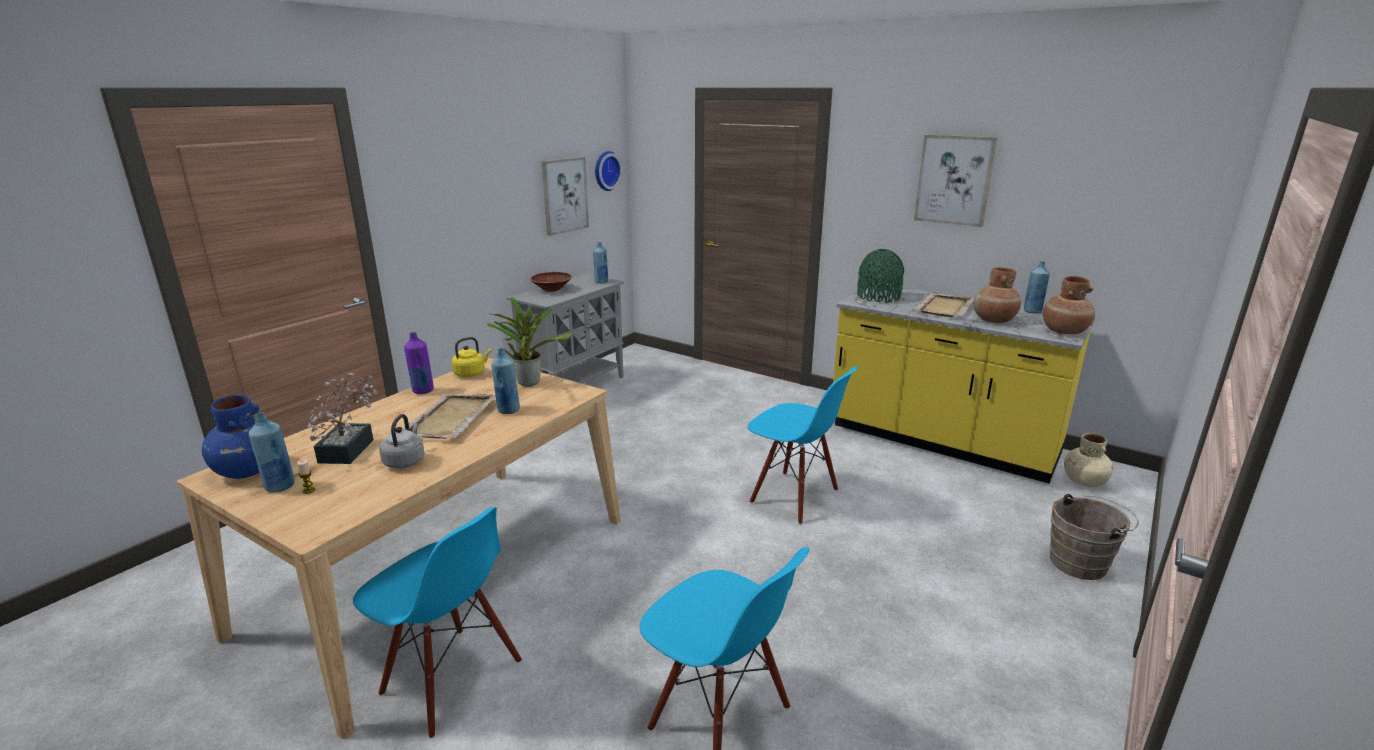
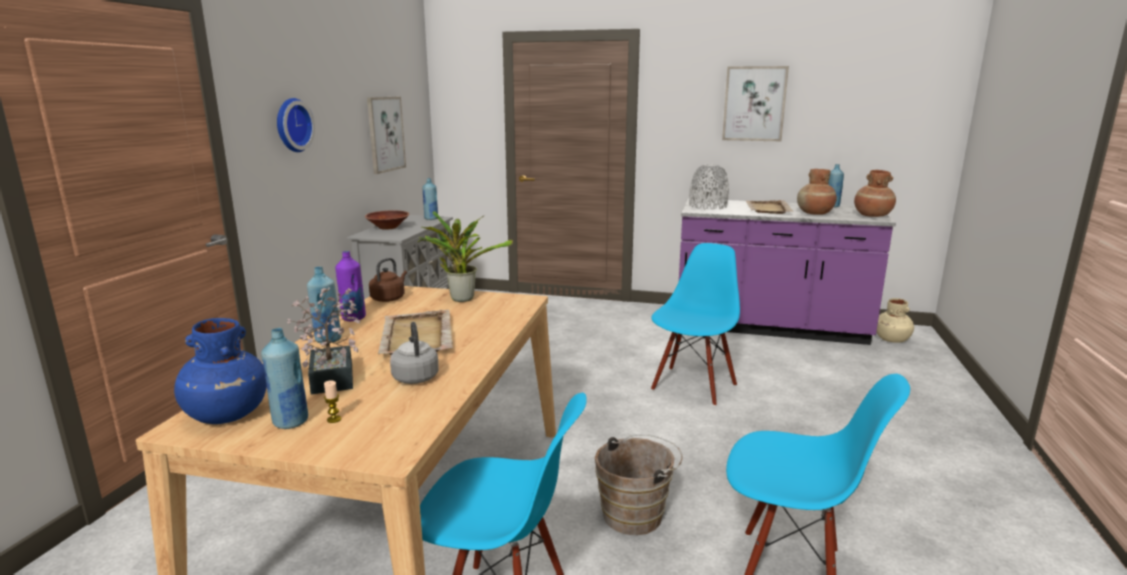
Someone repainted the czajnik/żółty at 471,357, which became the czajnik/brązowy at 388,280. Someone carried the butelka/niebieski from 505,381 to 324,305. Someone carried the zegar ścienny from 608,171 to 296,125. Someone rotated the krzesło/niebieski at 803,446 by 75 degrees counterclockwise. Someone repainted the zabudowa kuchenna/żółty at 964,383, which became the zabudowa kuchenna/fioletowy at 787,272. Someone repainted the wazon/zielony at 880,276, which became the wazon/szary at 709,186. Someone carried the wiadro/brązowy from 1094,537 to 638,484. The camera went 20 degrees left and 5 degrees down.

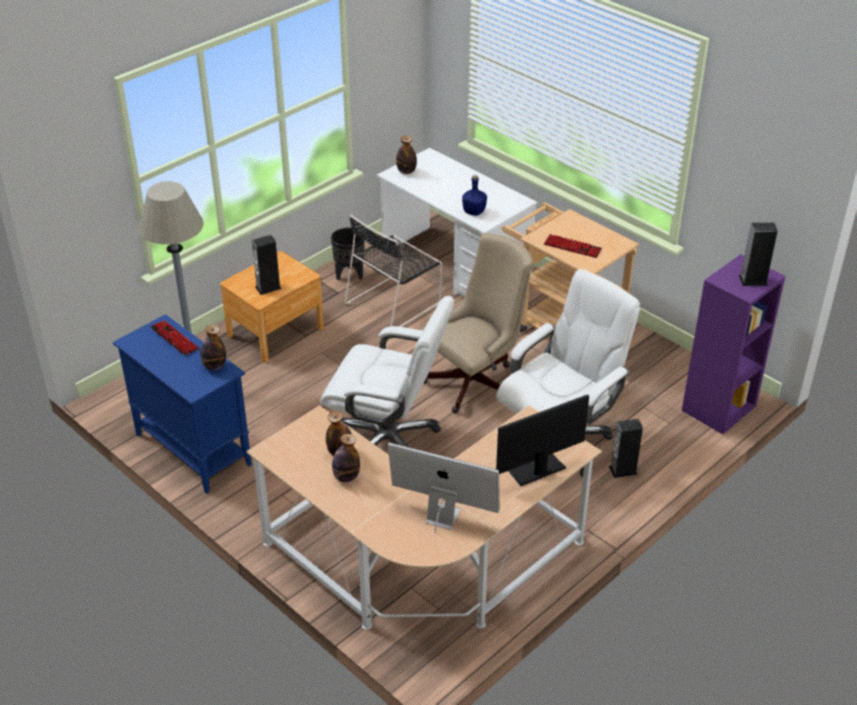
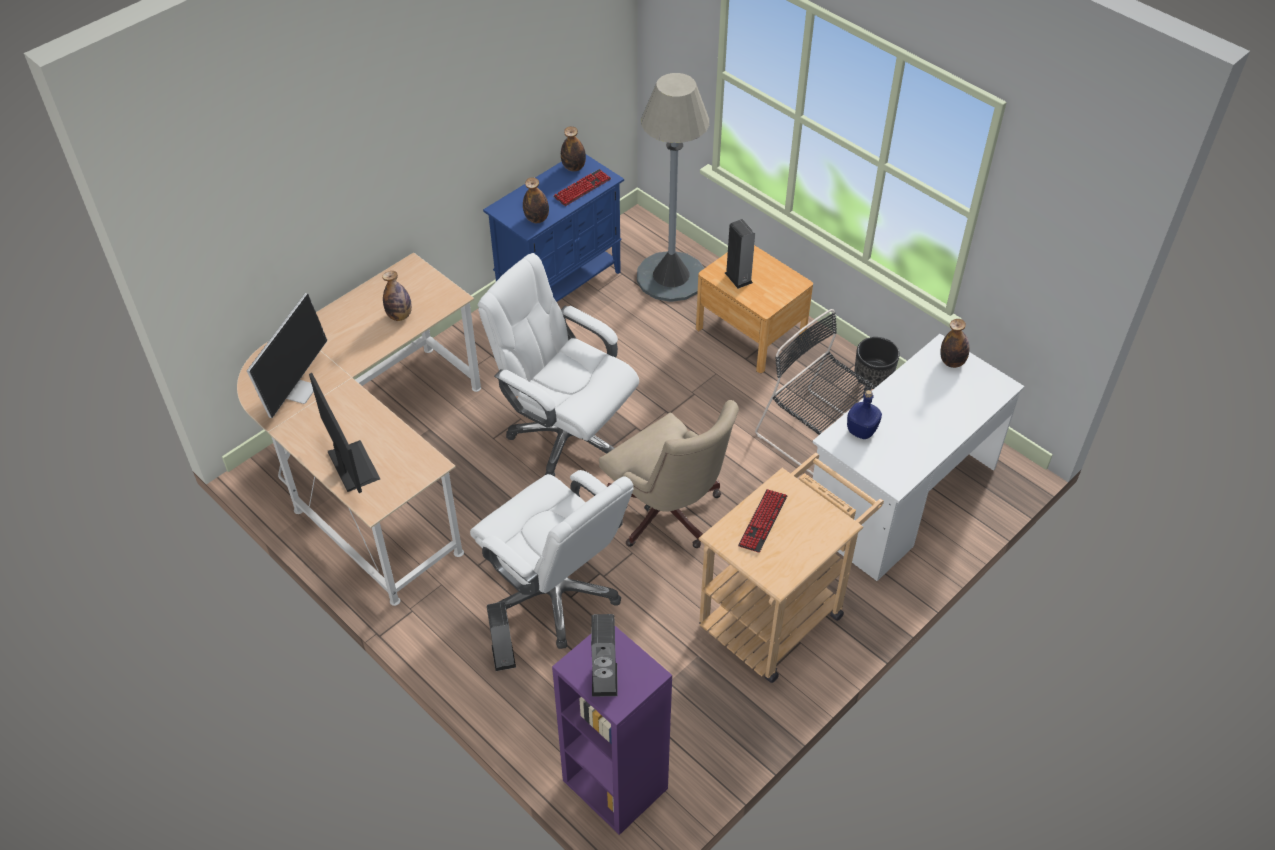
Someone rotated the krzesło biurowe/biały at 387,371 by 105 degrees clockwise. Someone carried the butelka from 346,458 to 573,149. The camera went 90 degrees right and 10 degrees up.

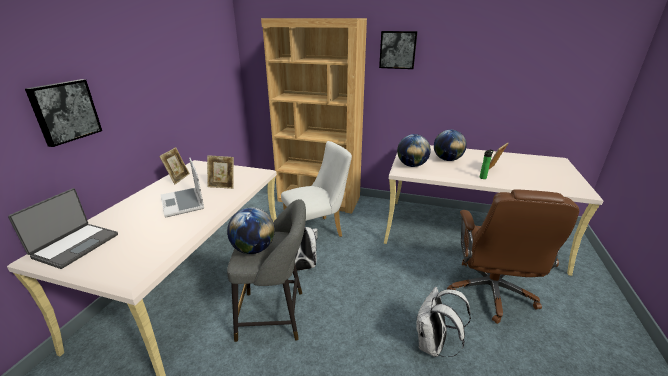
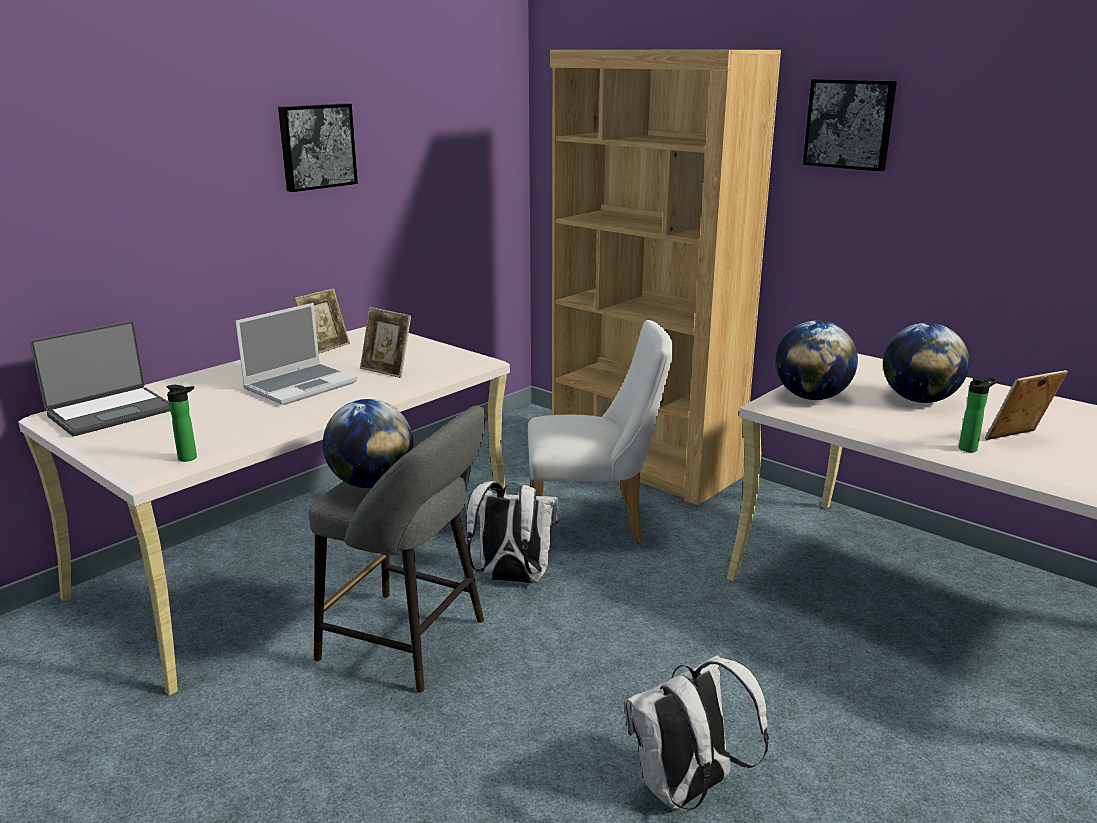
Someone carried the obraz from 63,113 to 318,147. Someone rotated the laptop at 182,187 by 135 degrees counterclockwise. Someone took away the krzesło biurowe/brązowy at 513,256. Someone put down the butelka at 181,423. The camera went 25 degrees right and 5 degrees down.

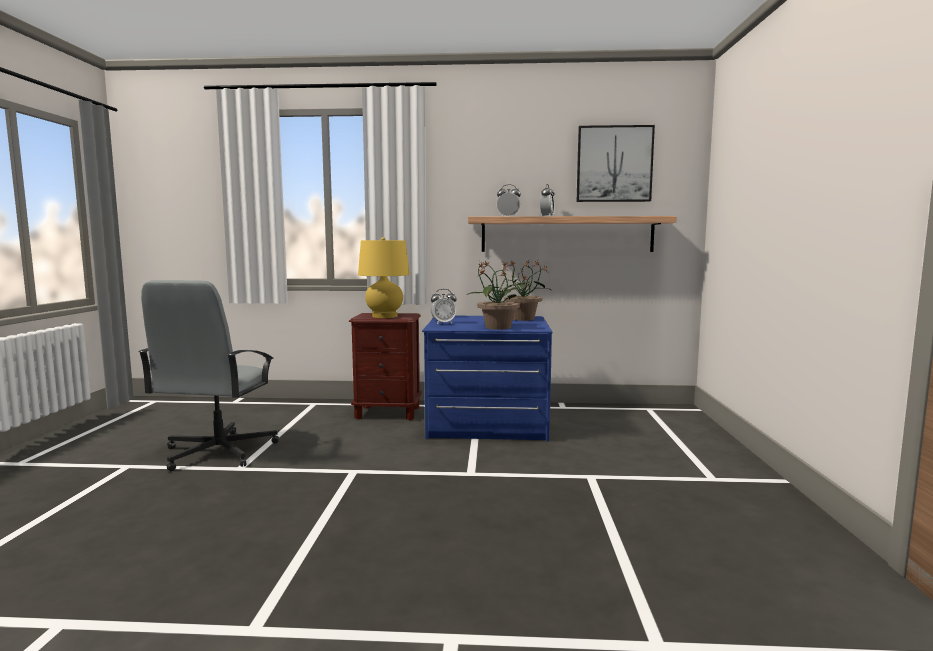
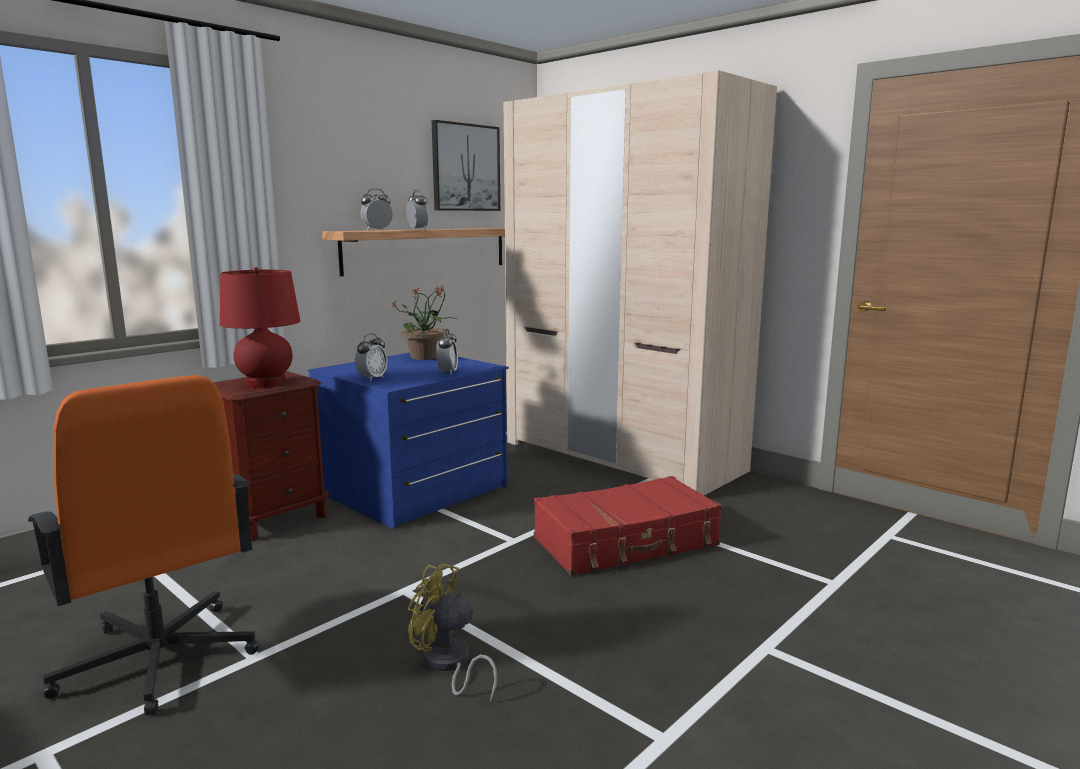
Someone repainted the krzesło biurowe/szary at 208,375, which became the krzesło biurowe/pomarańczowy at 143,545. Someone repainted the lampa stołowa/żółty at 384,277, which became the lampa stołowa/czerwony at 260,327. Someone swapped the roślina doniczkowa at 497,295 for the budzik at 447,351. Someone put down the wentylator/żółty at 453,632. Someone put down the szafa/beżowy at 640,282. Someone put down the walizka/czerwony at 628,526. The camera went 50 degrees left and 5 degrees up.

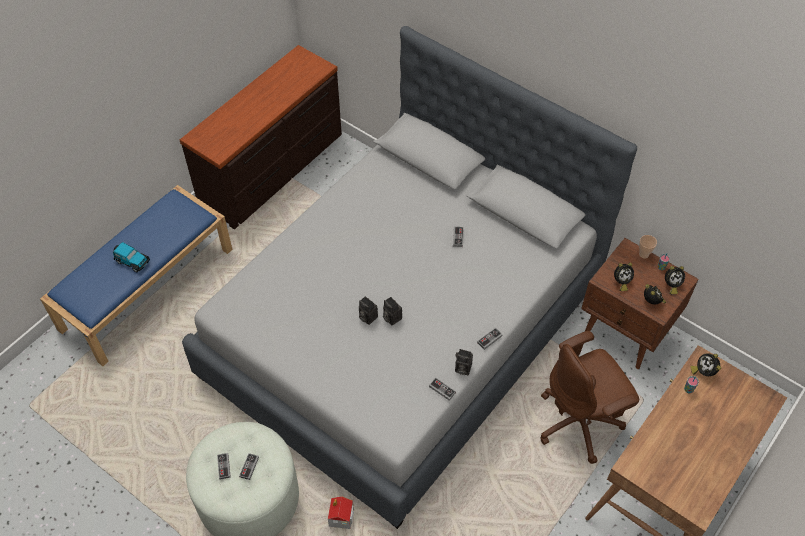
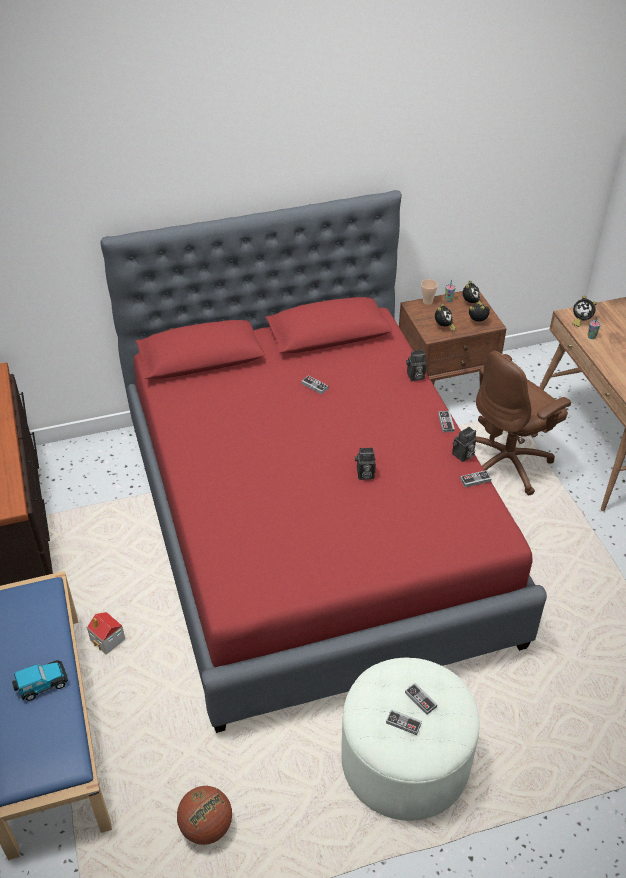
Someone repainted the łóżko/szary at 409,277, which became the łóżko/czerwony at 324,461. Someone carried the domek from 341,512 to 106,633. Someone carried the aparat fotograficzny from 368,310 to 416,365. Someone rotated the krzesło biurowe/brązowy at 590,397 by 45 degrees clockwise. Someone put down the piłka do koszykówki at 204,815. The camera went 55 degrees left and 10 degrees down.

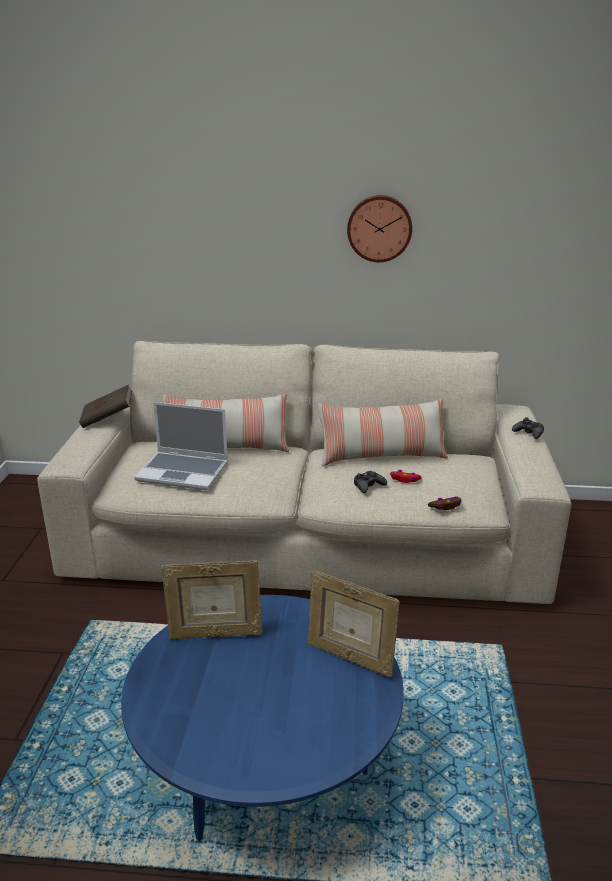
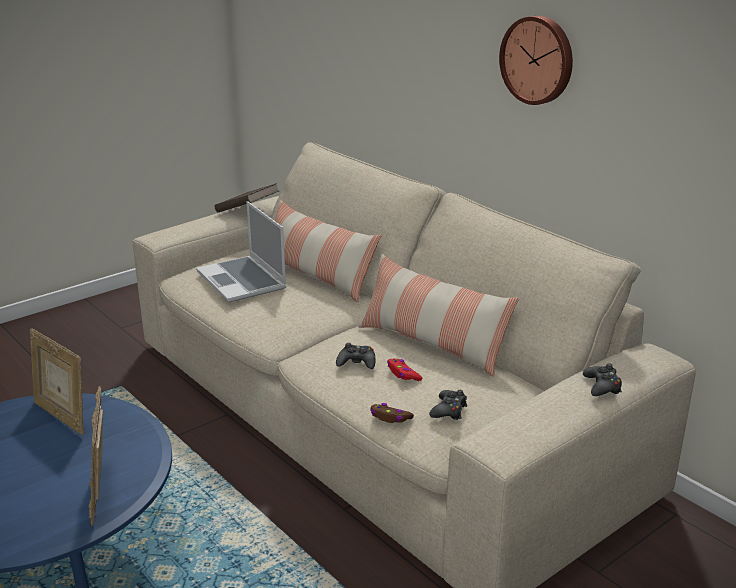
Someone put down the pad do gier/czarny at 448,405. The camera went 45 degrees right and 0 degrees up.

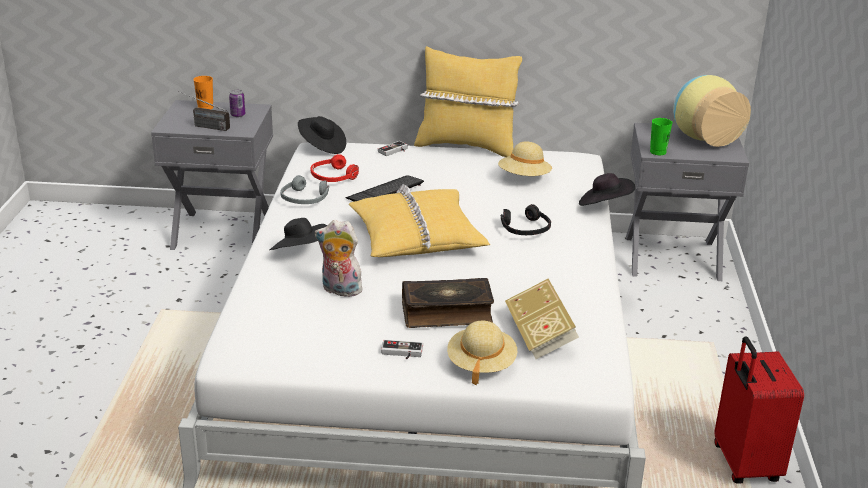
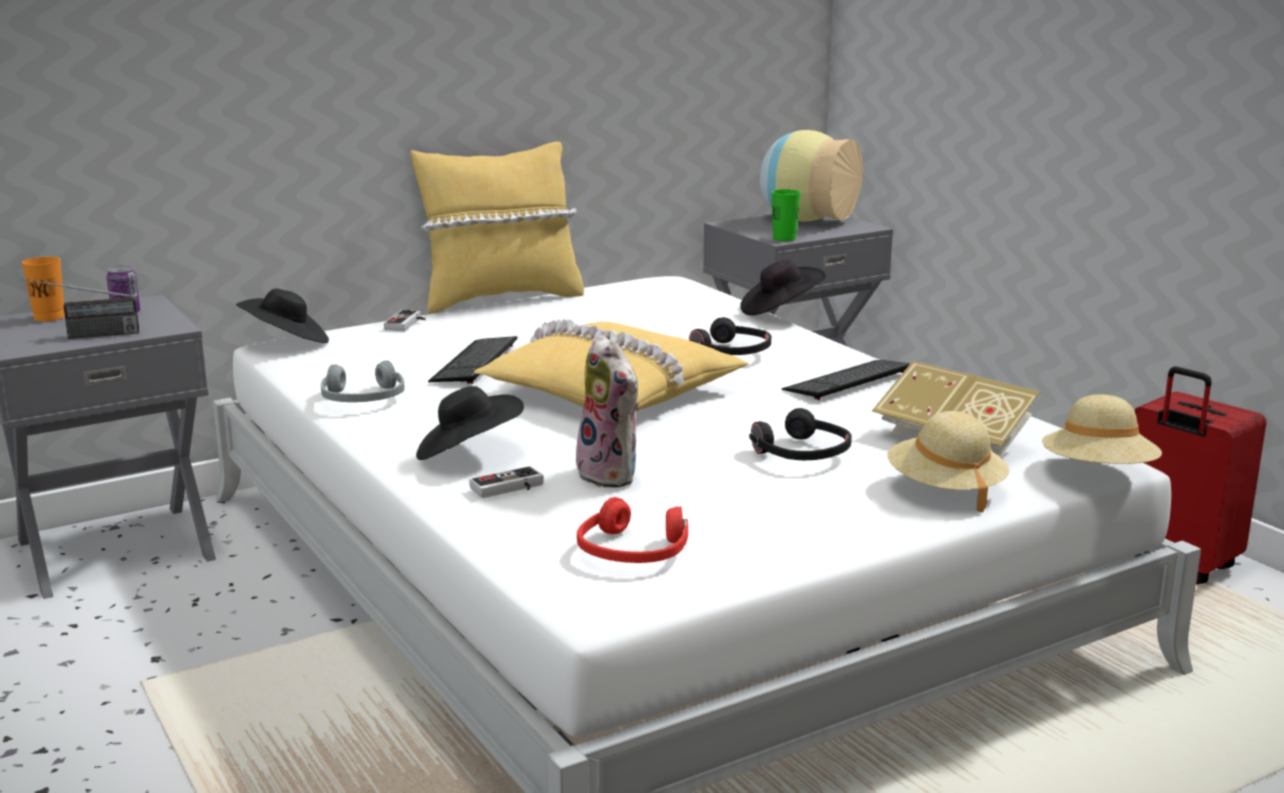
Someone carried the słuchawki/czerwony from 335,168 to 632,530. Someone rotated the pluszak at 338,258 by 105 degrees counterclockwise. Someone carried the pad do gier from 402,349 to 506,482. Someone swapped the książka at 448,303 for the słuchawki/czarny at 800,434. Someone carried the kapelusz/beżowy from 525,158 to 1102,429. Someone put down the klawiatura at 845,380. The camera went 35 degrees left and 10 degrees down.

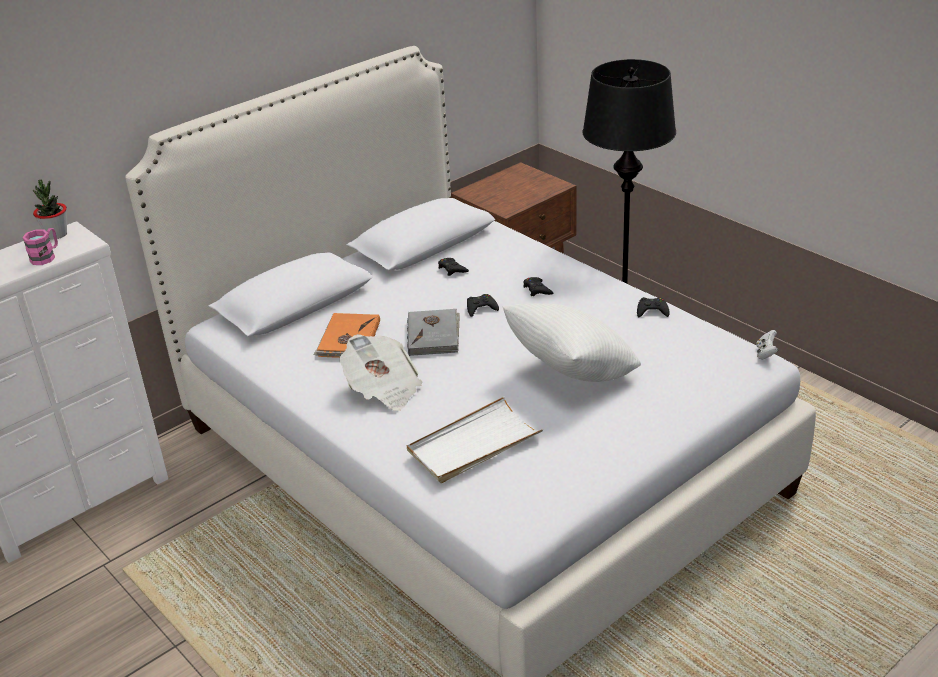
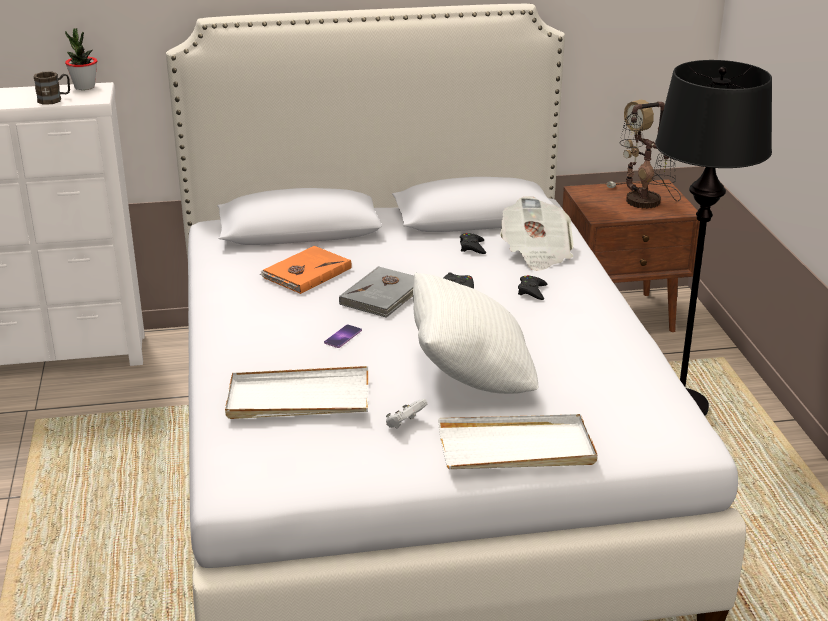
Someone repainted the kubek/różowy at 40,246, which became the kubek/brązowy at 52,88. Someone carried the gazeta from 381,372 to 536,233. Someone took away the pad do gier/czarny at 653,307. Someone carried the pad do gier/biały from 767,345 to 406,413. Someone put down the telefon at 343,336. Someone put down the taca/biały at 517,441. Someone put down the lampa stołowa at 643,154. The camera went 30 degrees right and 5 degrees down.

